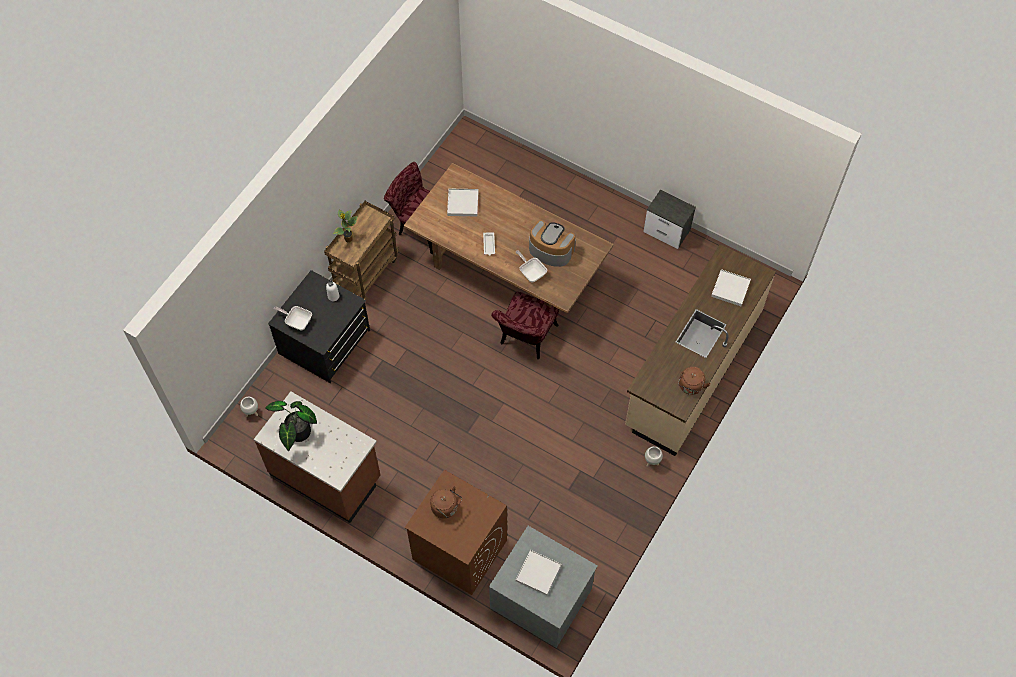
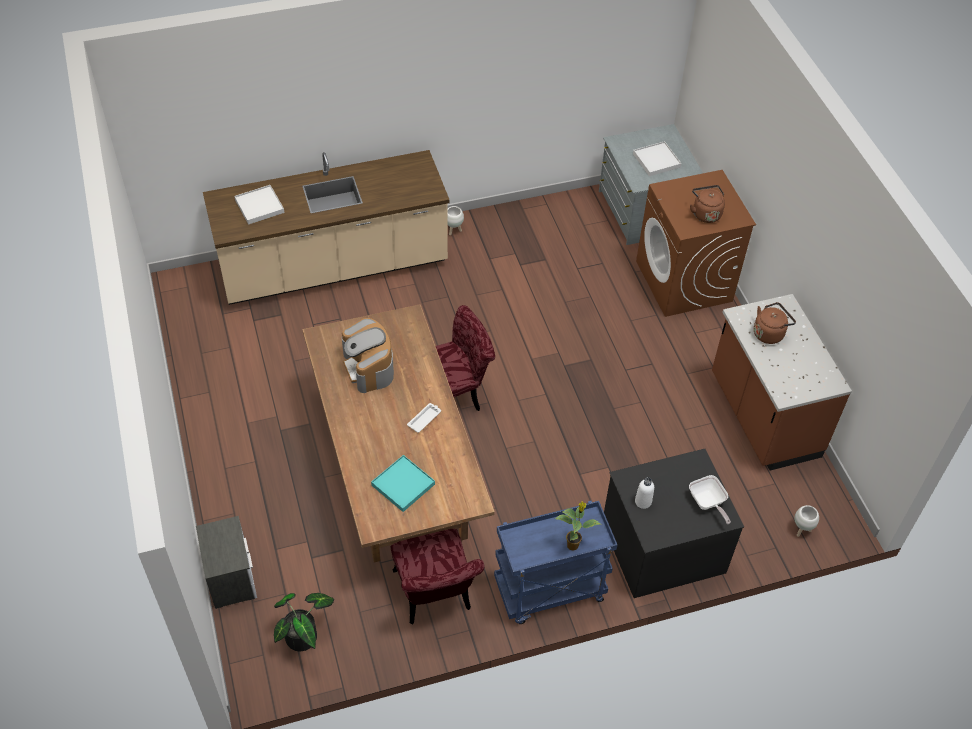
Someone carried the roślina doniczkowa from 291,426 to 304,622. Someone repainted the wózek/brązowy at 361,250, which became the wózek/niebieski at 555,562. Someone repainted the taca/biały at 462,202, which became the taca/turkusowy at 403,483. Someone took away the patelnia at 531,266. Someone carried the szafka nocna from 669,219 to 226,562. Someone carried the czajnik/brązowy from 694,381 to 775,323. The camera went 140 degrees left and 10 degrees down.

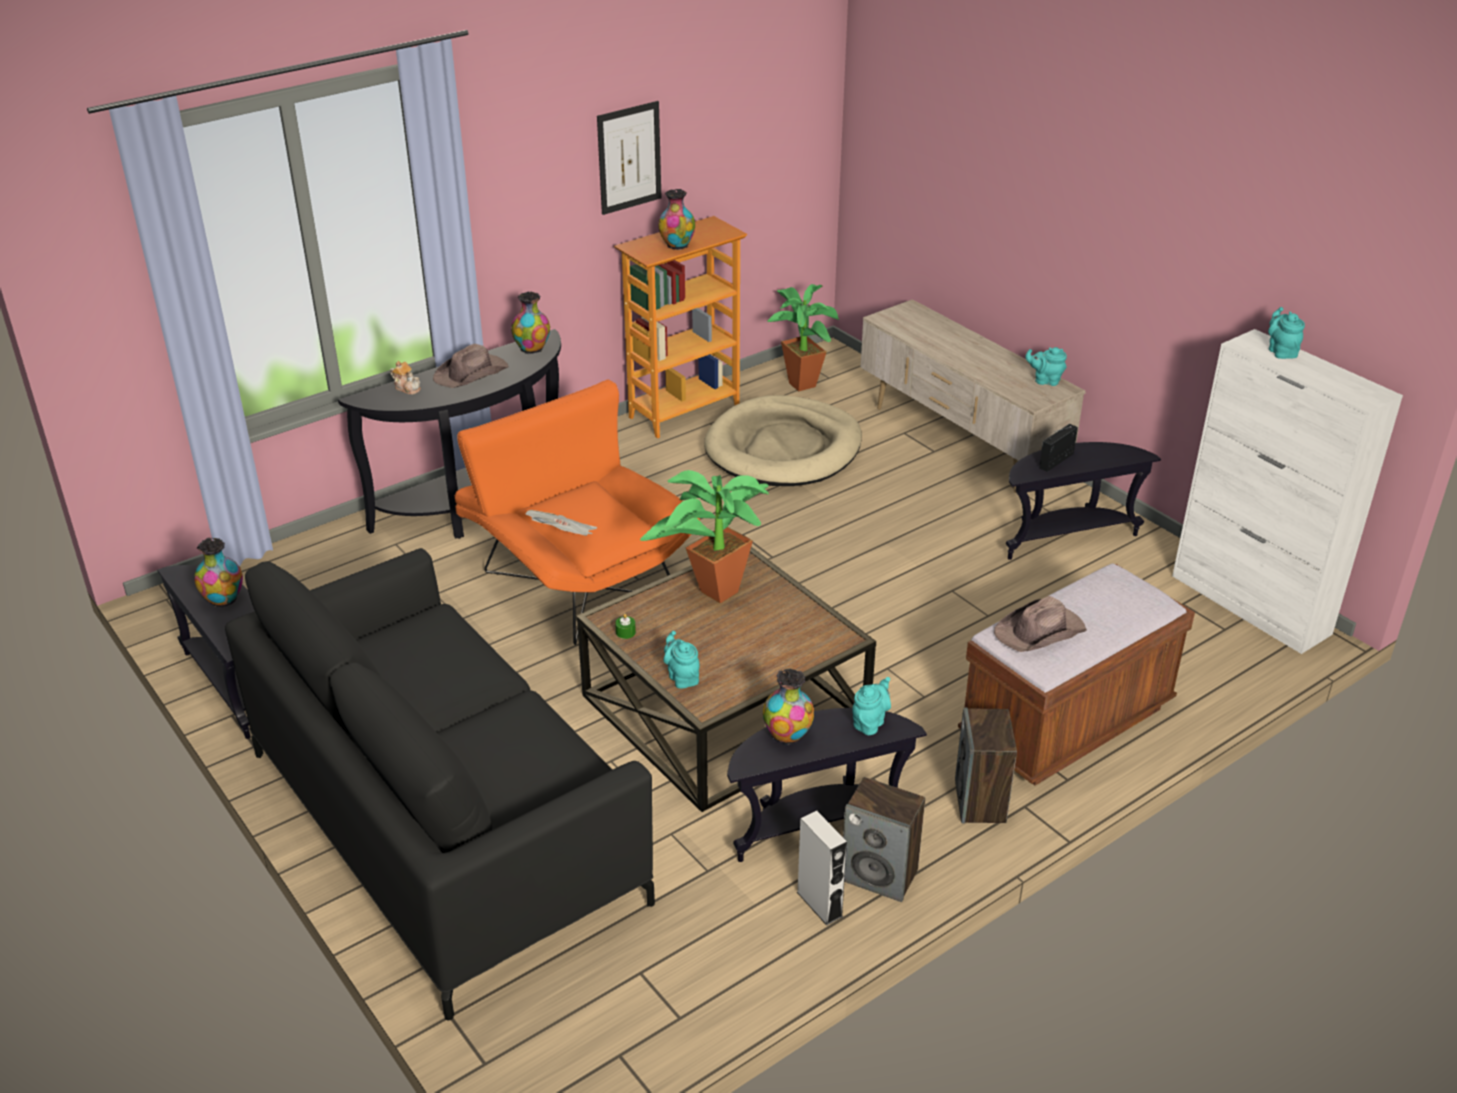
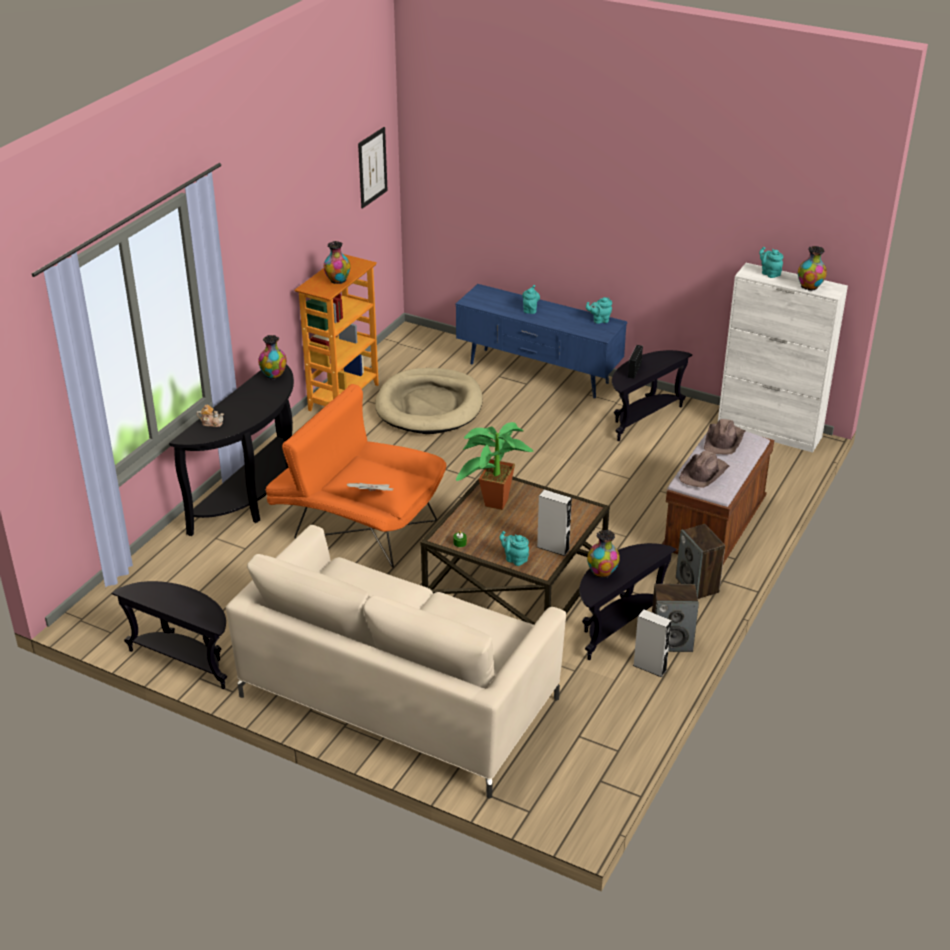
Someone carried the wazon from 218,572 to 812,268. Someone repainted the kanapa/czarny at 440,784, which became the kanapa/beżowy at 396,661. Someone carried the kapelusz/brązowy from 471,366 to 725,436. Someone carried the obraz from 629,158 to 373,168. Someone took away the roślina doniczkowa at 803,338. Someone carried the imbryk/turkusowy from 871,706 to 531,299. Someone repainted the szafka pod telewizor/beżowy at 973,396, which became the szafka pod telewizor/niebieski at 541,341. Someone put down the głośnik/szary at 554,523. The camera went 25 degrees left and 0 degrees up.

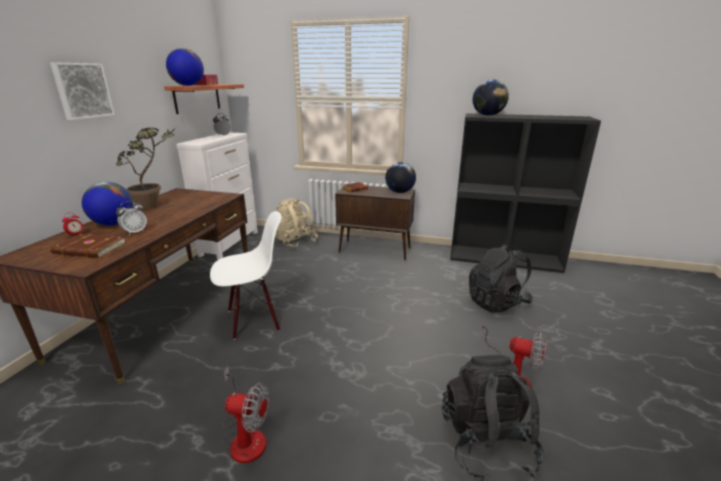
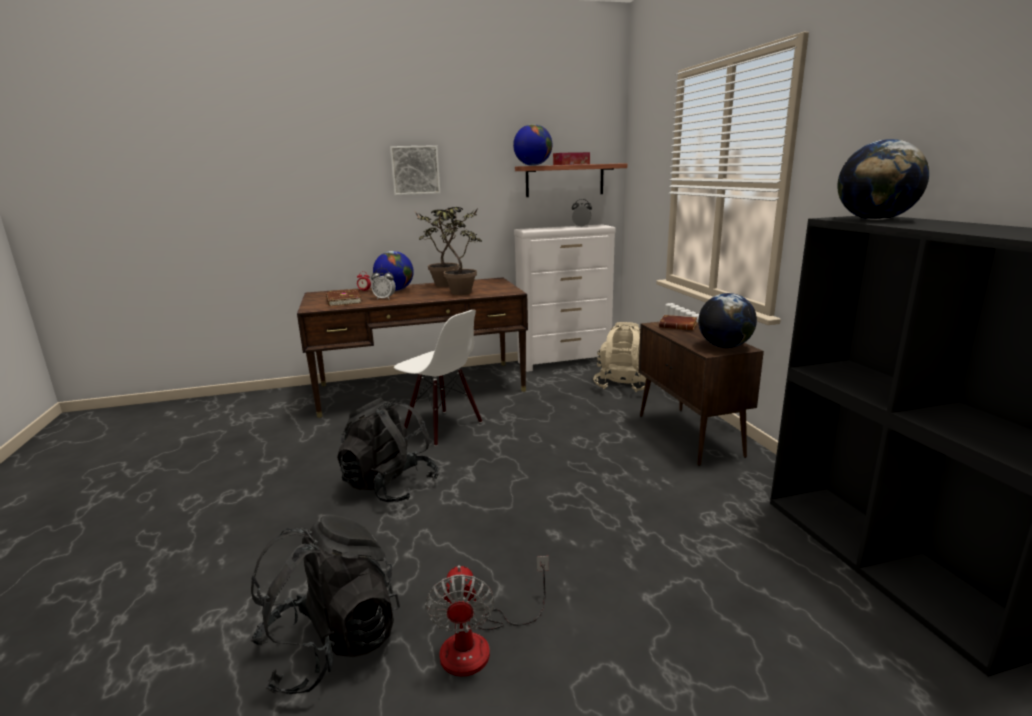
Someone took away the wentylator at 245,415. Someone carried the plecak/czarny from 501,278 to 388,450. Someone put down the roślina doniczkowa at 448,252. The camera went 60 degrees right and 5 degrees down.

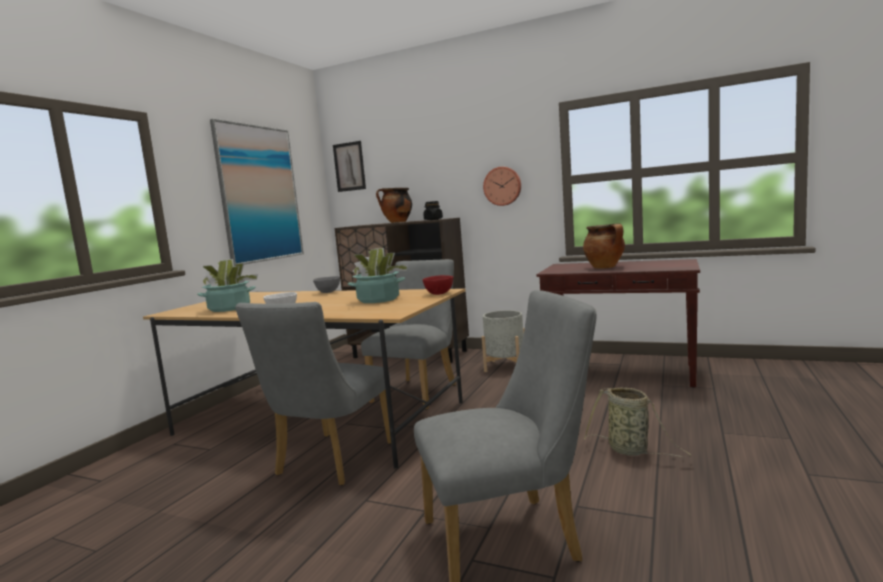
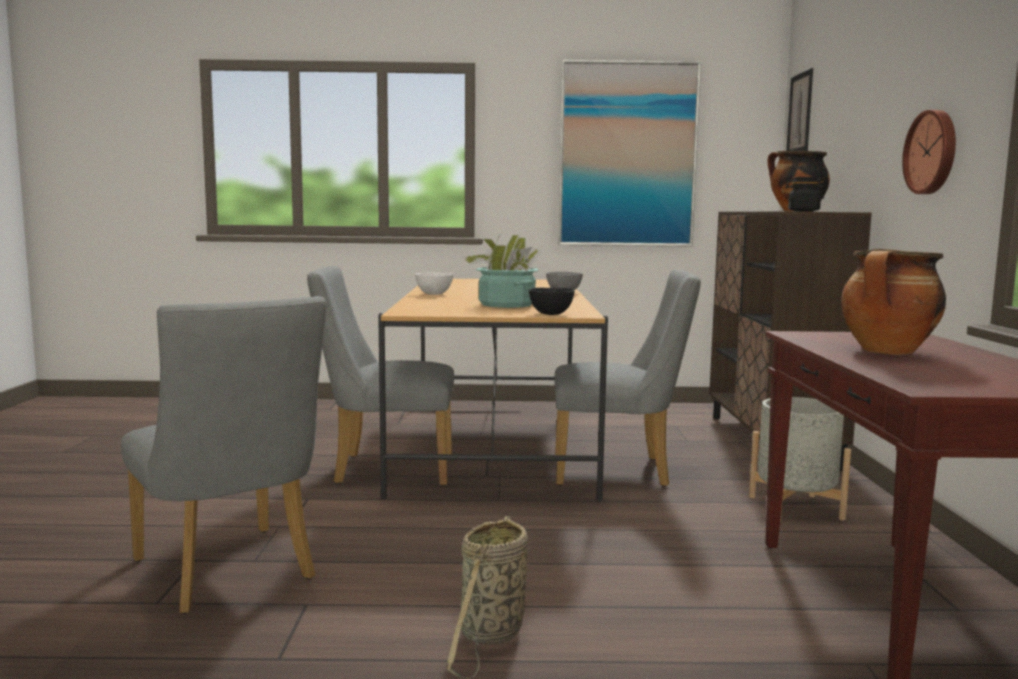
Someone took away the roślina doniczkowa at 227,285. Someone repainted the miska/czerwony at 438,285, which became the miska/czarny at 552,301. The camera went 65 degrees right and 0 degrees up.

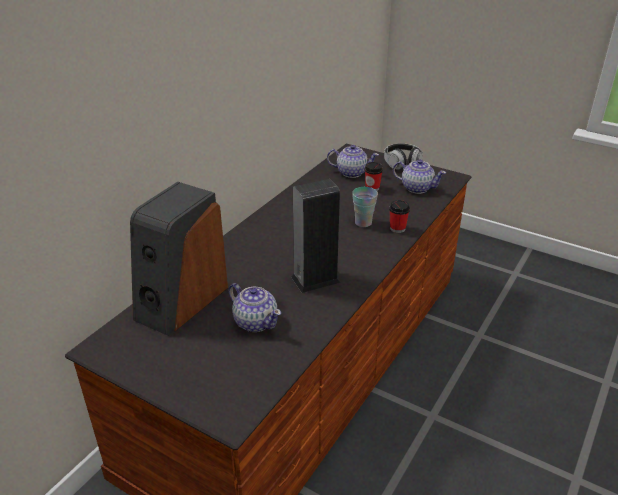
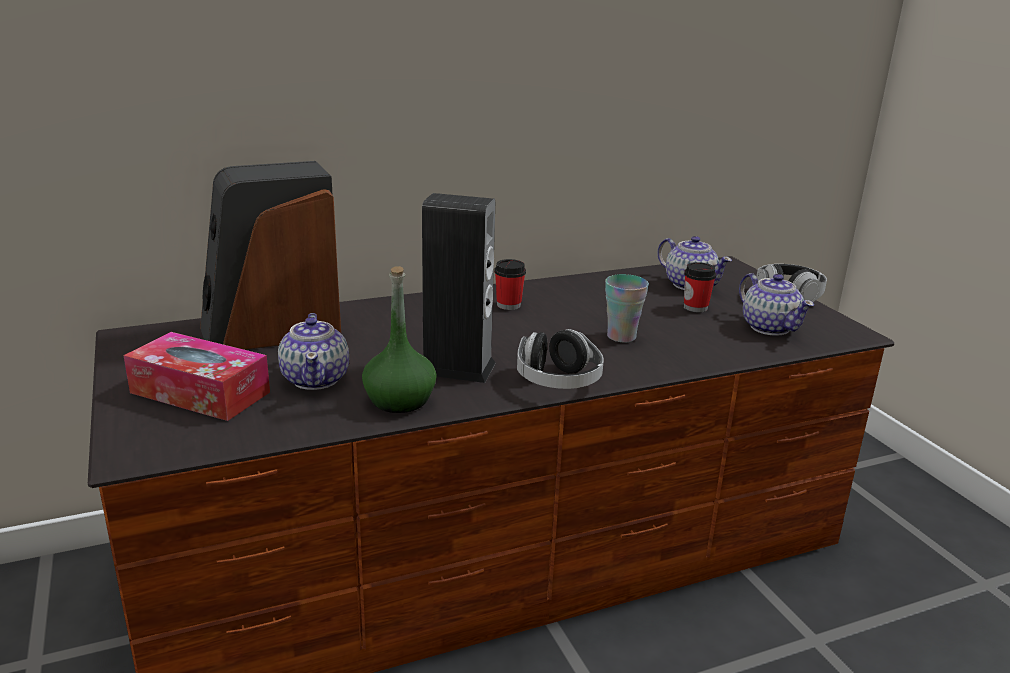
Someone carried the filiżanka from 399,216 to 510,284. Someone put down the pudełko chusteczek at 196,376. Someone put down the butelka/zielony at 399,339. Someone put down the słuchawki at 560,359. The camera went 35 degrees right and 10 degrees down.

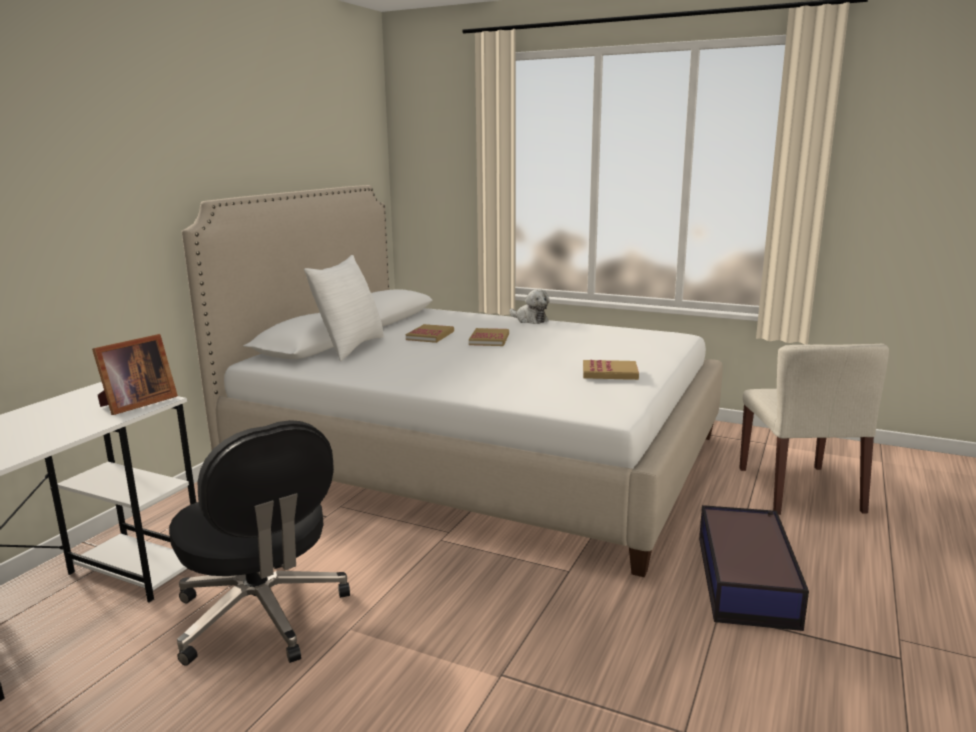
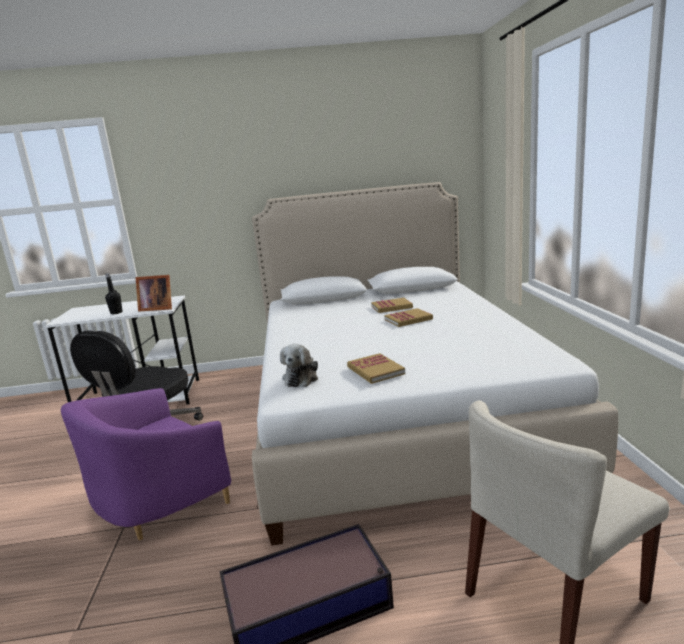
Someone took away the poduszka/biały at 344,308. Someone carried the pluszak from 530,306 to 299,365. Someone put down the fotel/fioletowy at 146,464. Someone put down the butelka/czarny at 113,293. The camera went 60 degrees right and 0 degrees up.

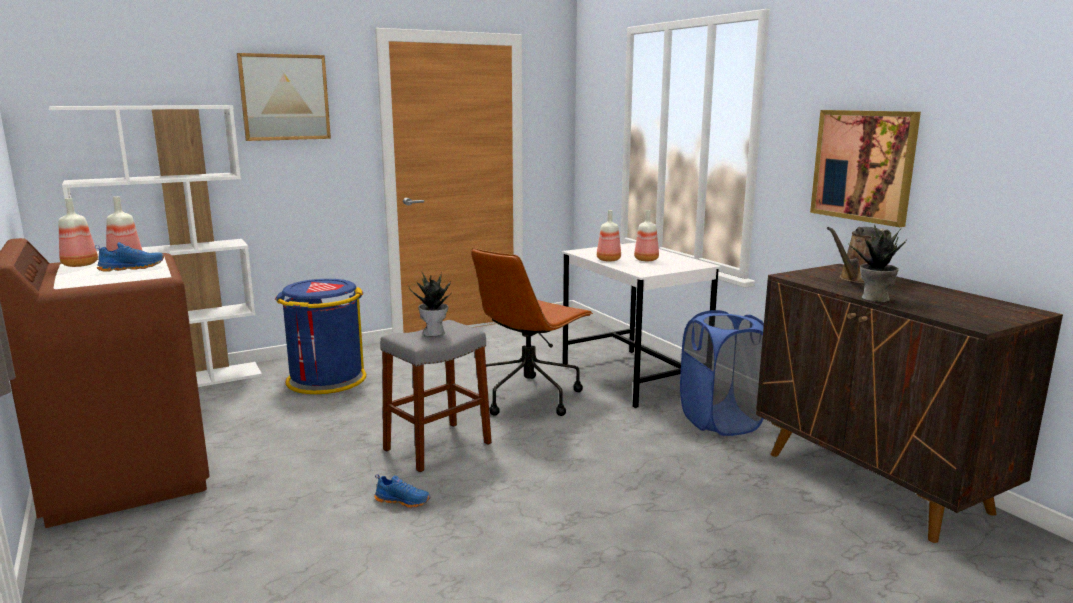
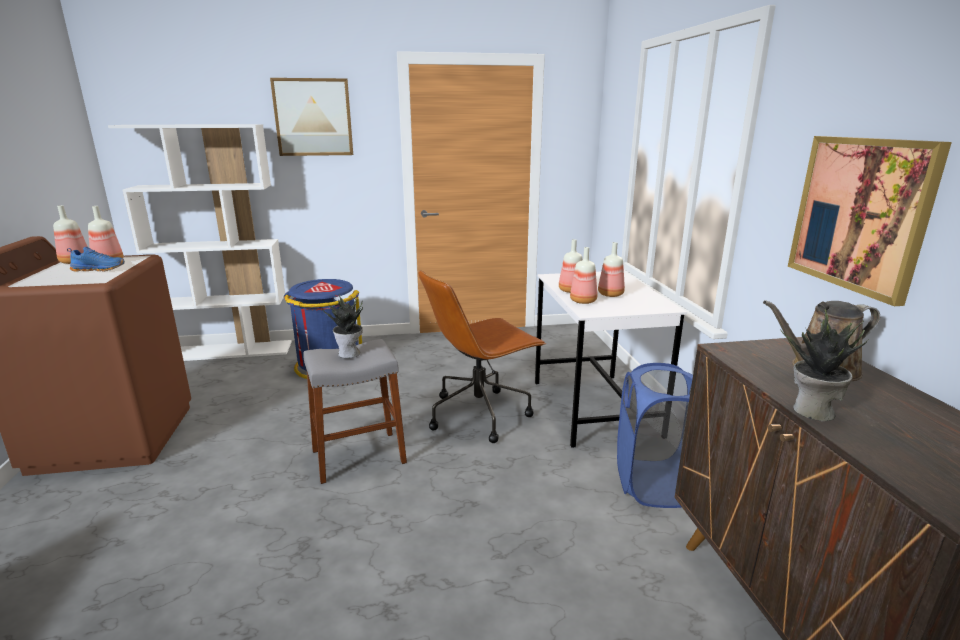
Someone took away the but/niebieski at 402,491. Someone put down the butelka at 583,275. The camera went 20 degrees right and 5 degrees up.

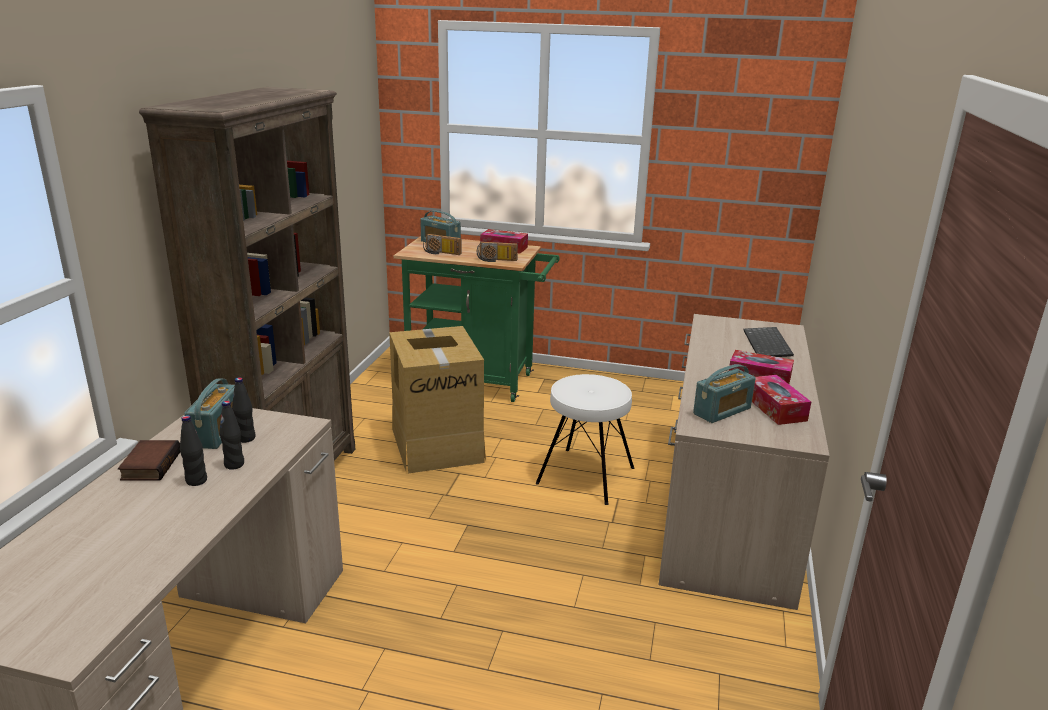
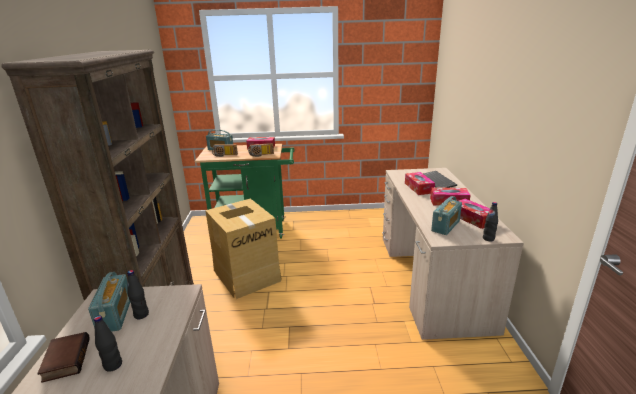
Someone carried the butelka/czarny from 231,435 to 490,221. Someone took away the stołek/biały at 585,439. Someone put down the pudełko chusteczek at 420,183. The camera went 15 degrees left and 0 degrees up.

